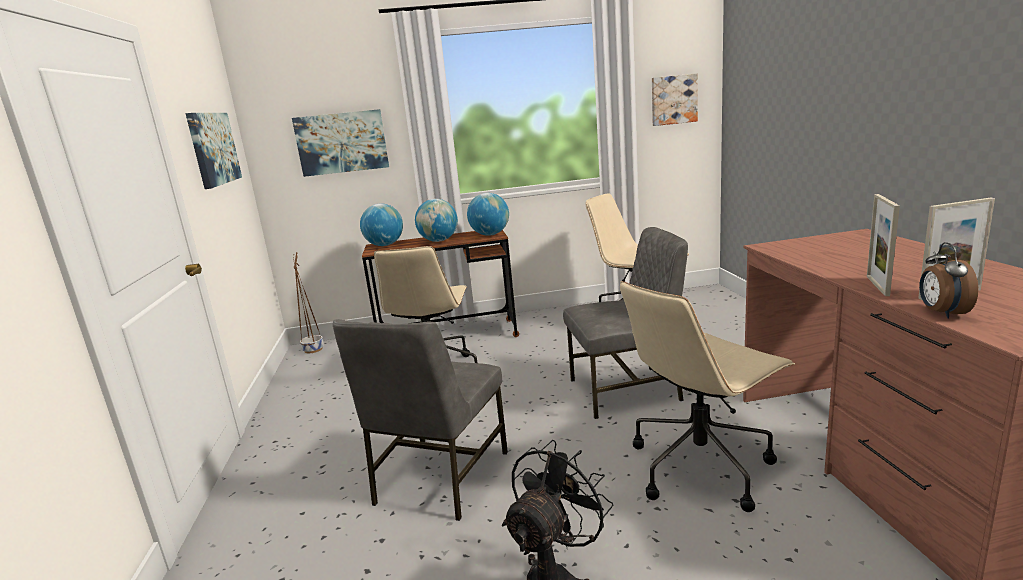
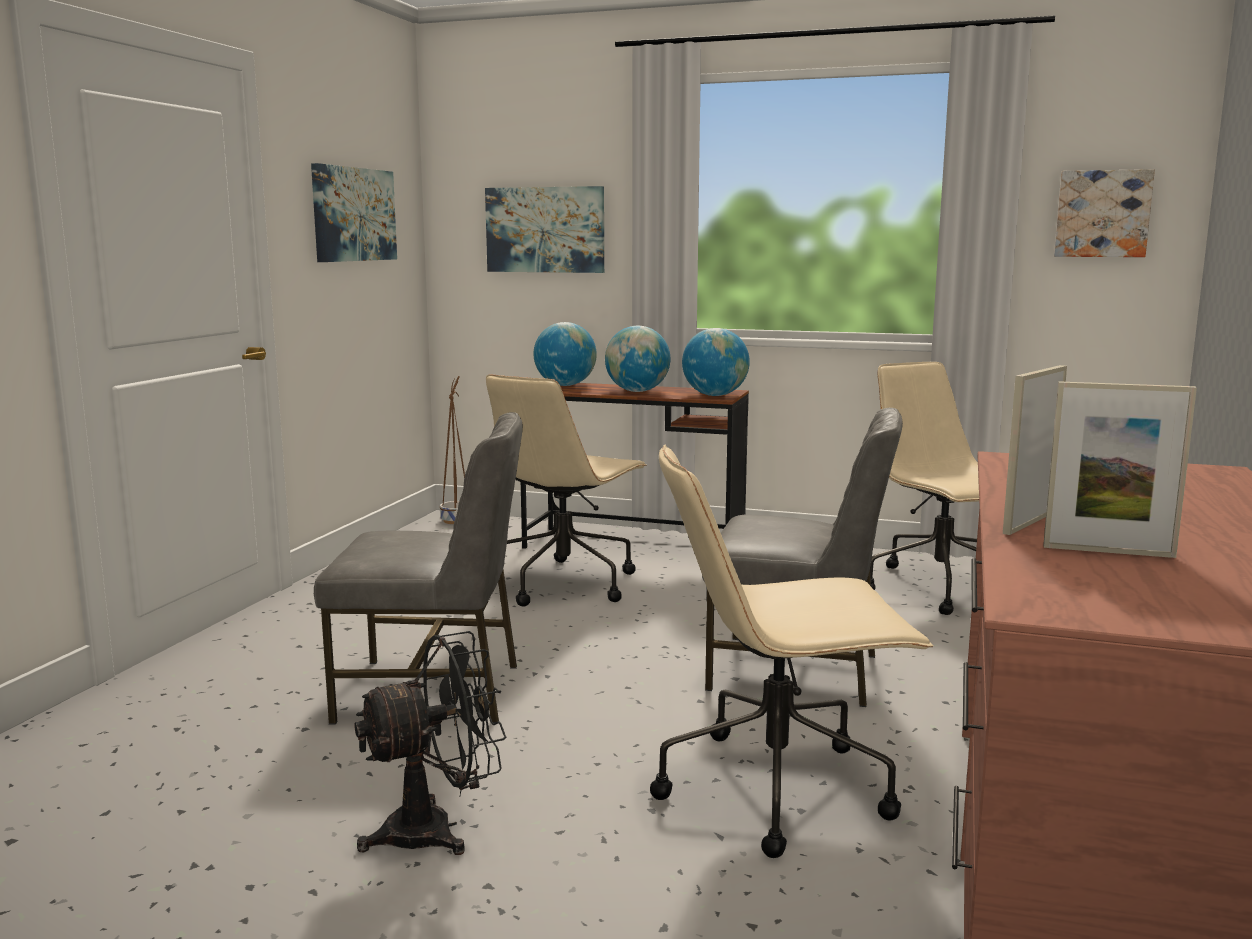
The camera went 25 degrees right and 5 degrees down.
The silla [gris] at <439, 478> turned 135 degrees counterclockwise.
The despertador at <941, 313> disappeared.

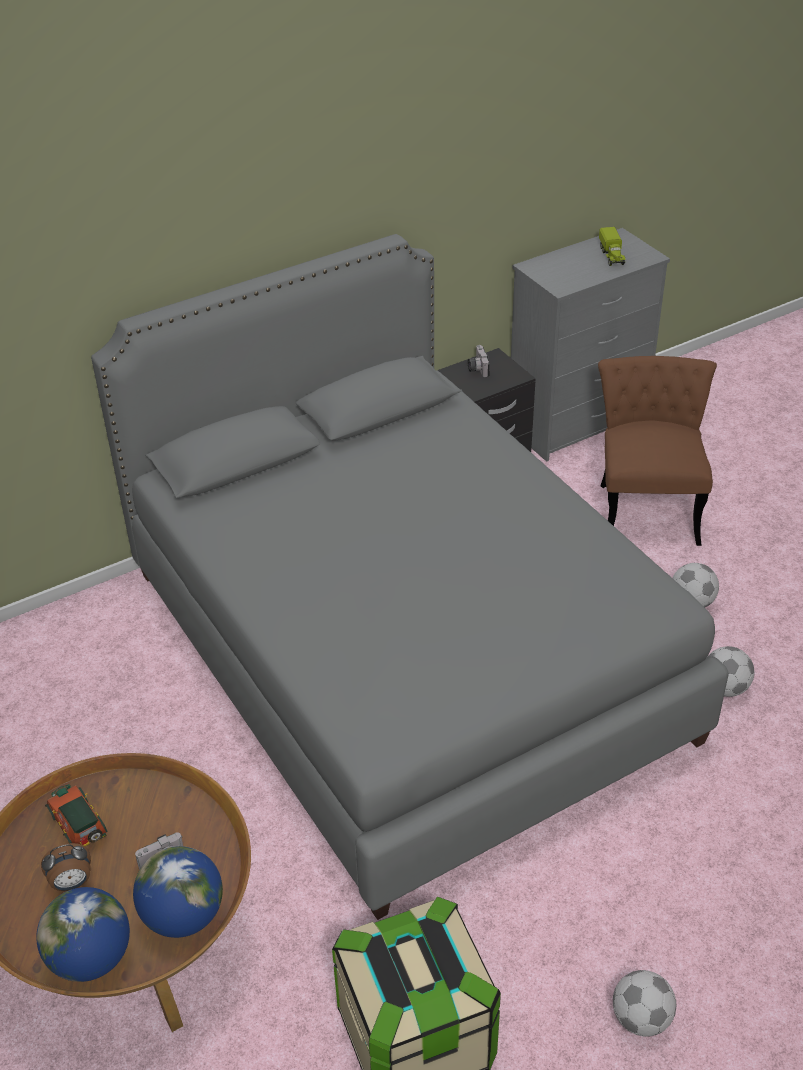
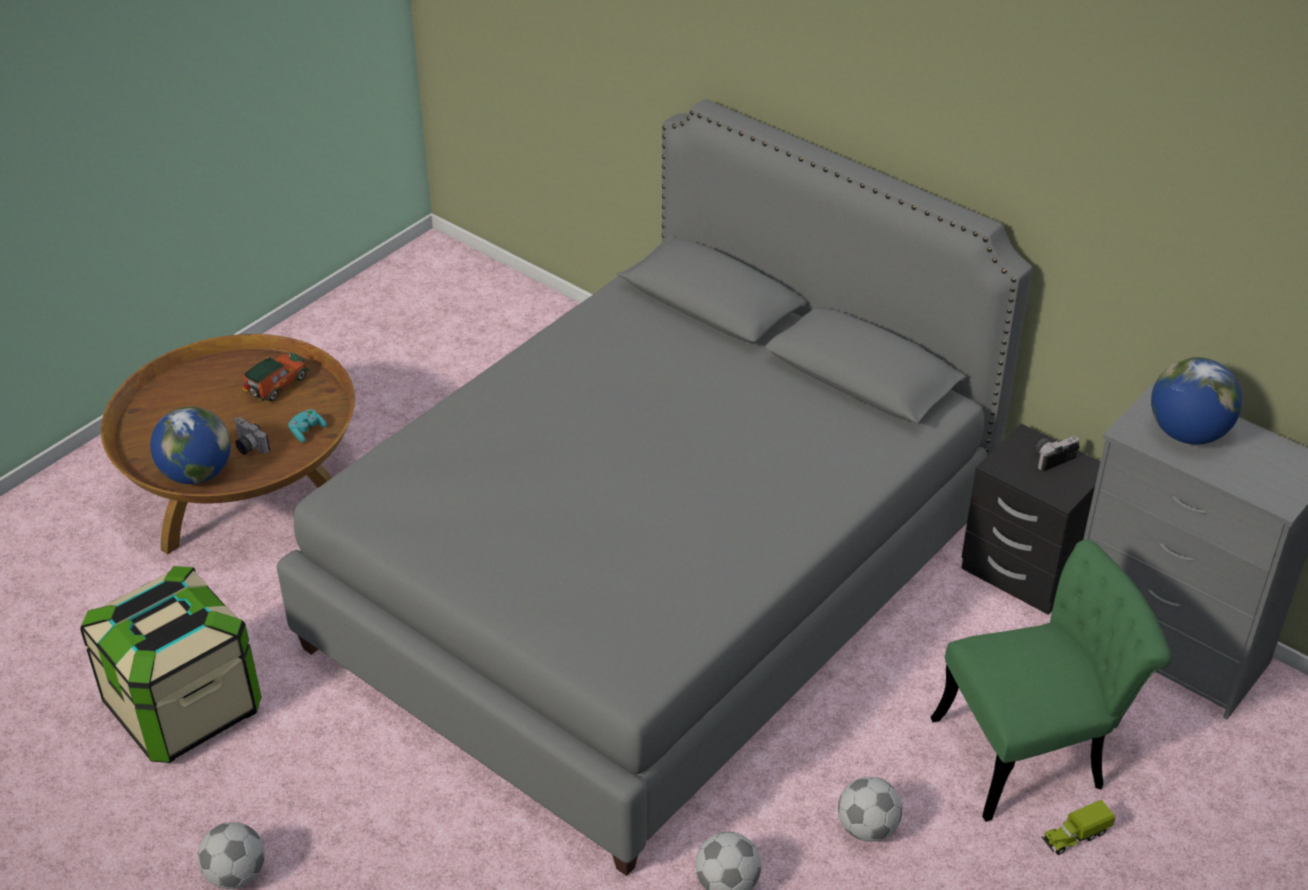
The camera went 70 degrees right and 0 degrees up.
The globo terráqueo moved from <91, 958> to <1187, 433>.
The despertador at <72, 883> disappeared.
The silla [marrón] at <646, 505> became the silla [verde] at <1035, 750>.
The camión de juguete moved from <611, 256> to <1075, 837>.
The mando de consola [turquesa] at <307, 431> appeared.

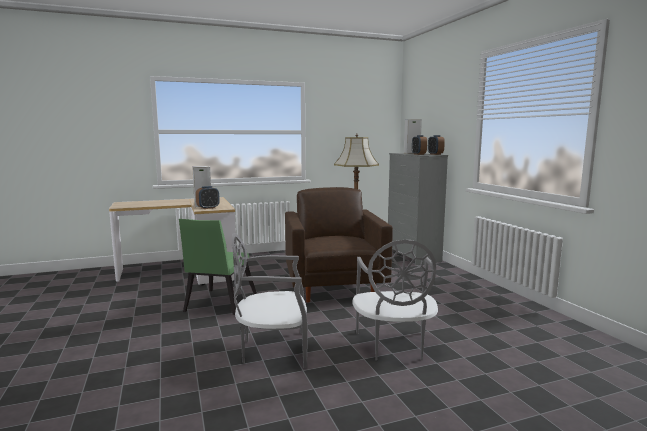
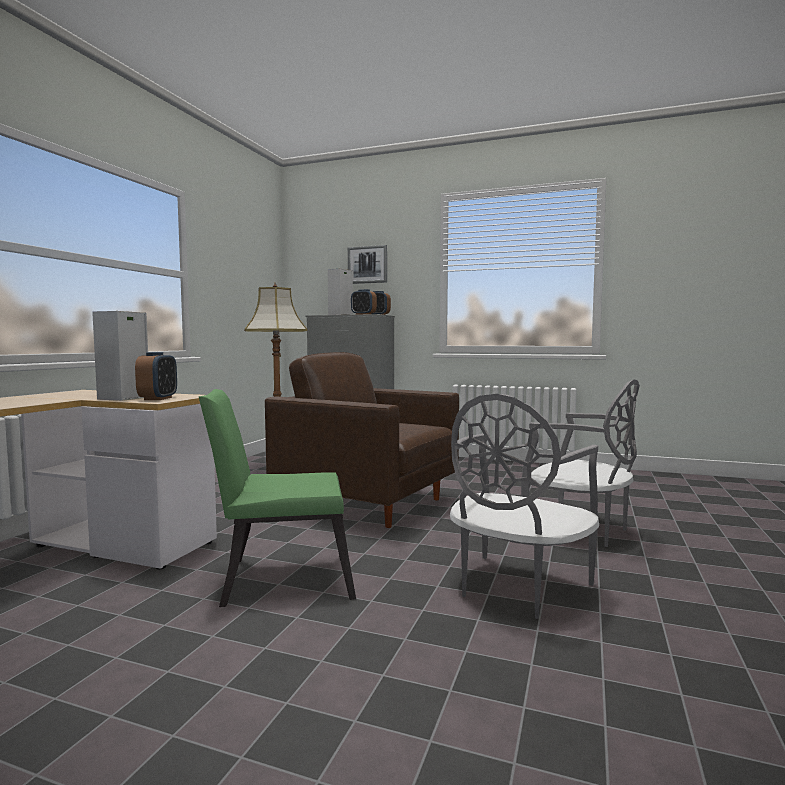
The camera went 50 degrees left and 5 degrees down.
The silla [verde] at <218, 304> turned 120 degrees clockwise.
The cuadro at <367, 265> appeared.

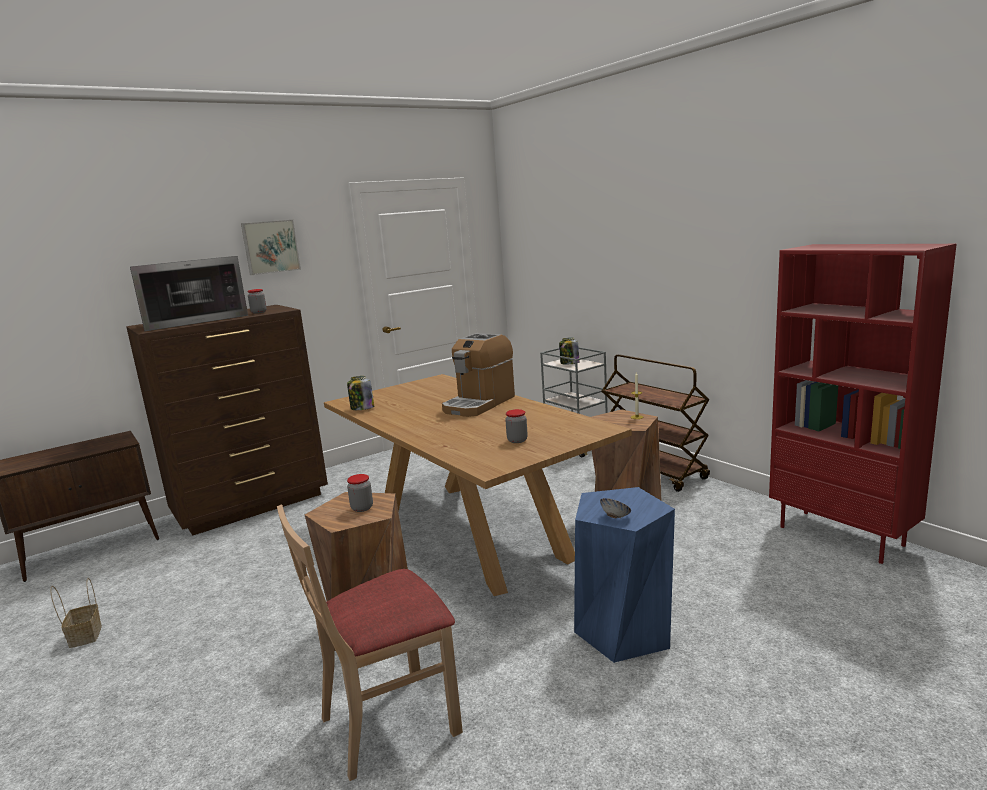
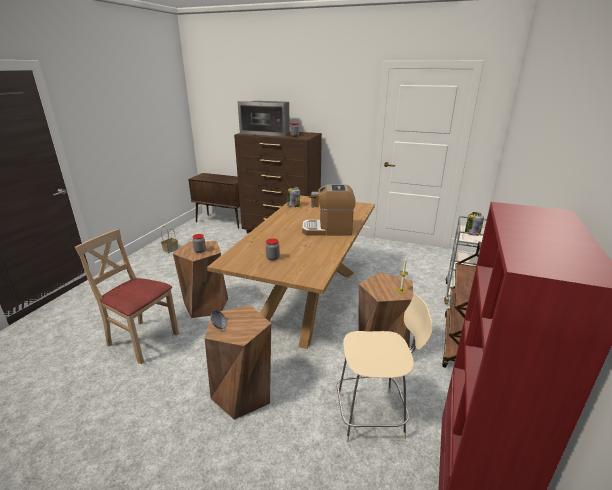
The camera went 55 degrees right and 10 degrees up.
The cuadro at <270, 247> disappeared.
The taburete [azul] at <623, 630> became the taburete [marrón] at <242, 393>.
The silla [beis] at <372, 415> appeared.

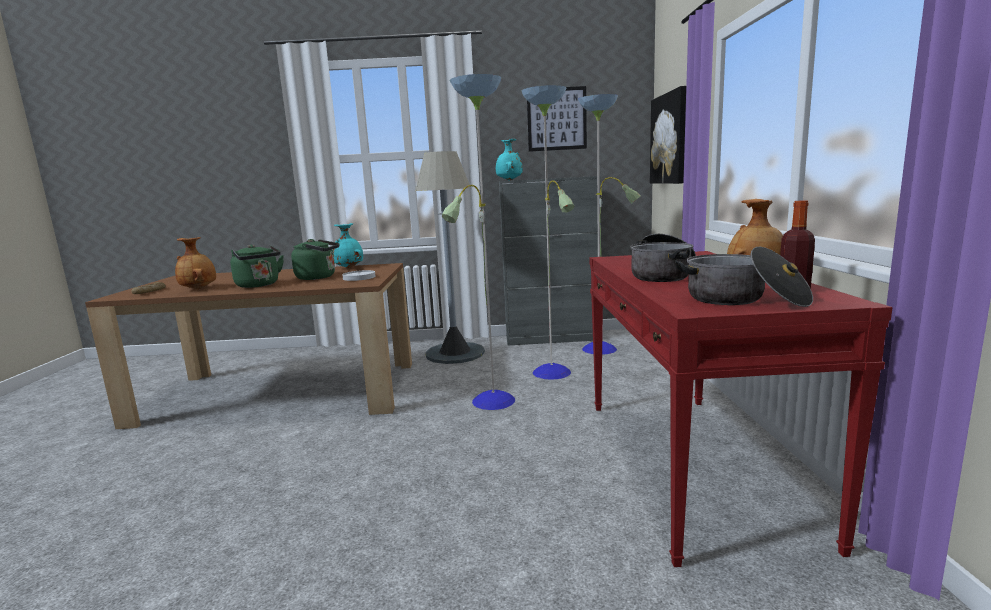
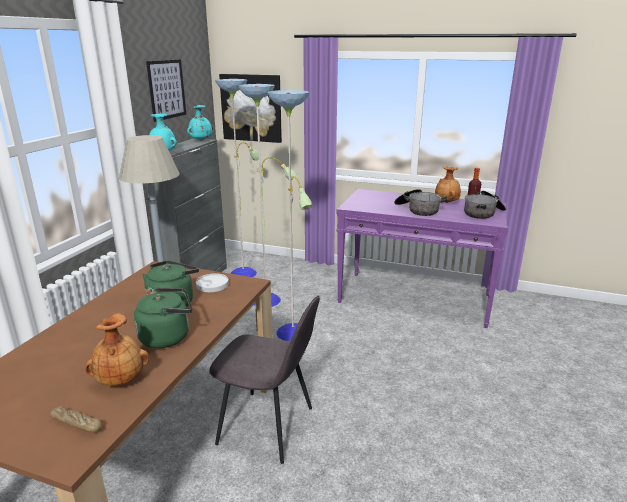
The camera went 70 degrees left and 10 degrees up.
The florero [turquesa] moved from <349, 268> to <200, 140>.
The mesa consola [rojo] at <691, 464> became the mesa consola [morado] at <415, 298>.
The silla [gris] at <268, 426> appeared.

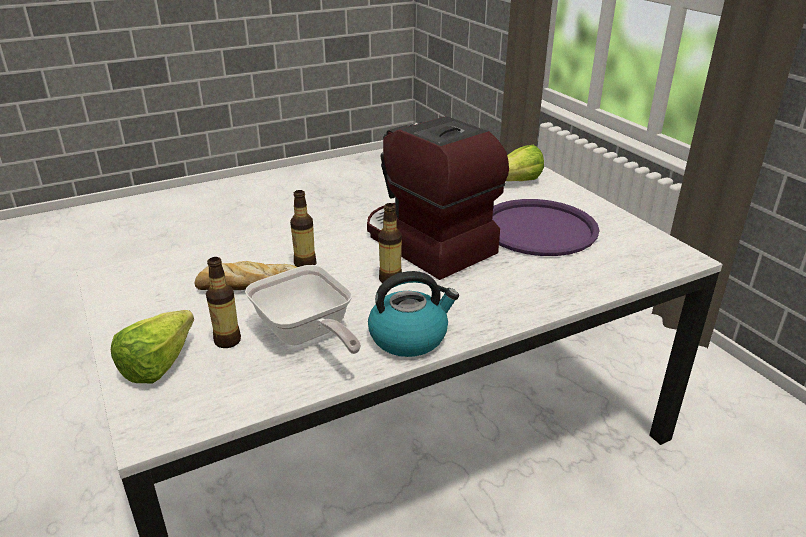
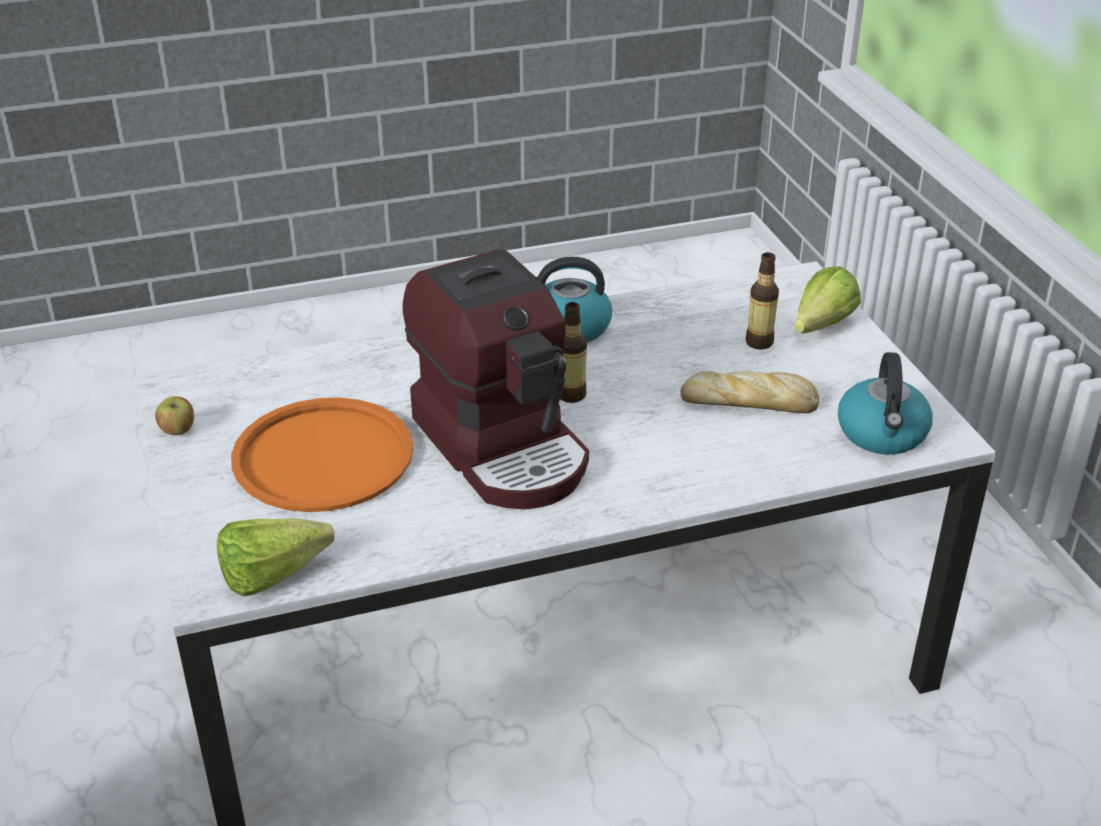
The camera went 170 degrees left and 5 degrees up.
The sartén at <306, 335> disappeared.
The botella at <305, 264> disappeared.
The bandeja [morado] at <538, 229> became the bandeja [naranja] at <323, 456>.
The manzana at <178, 430> appeared.
The hervidor at <882, 434> appeared.

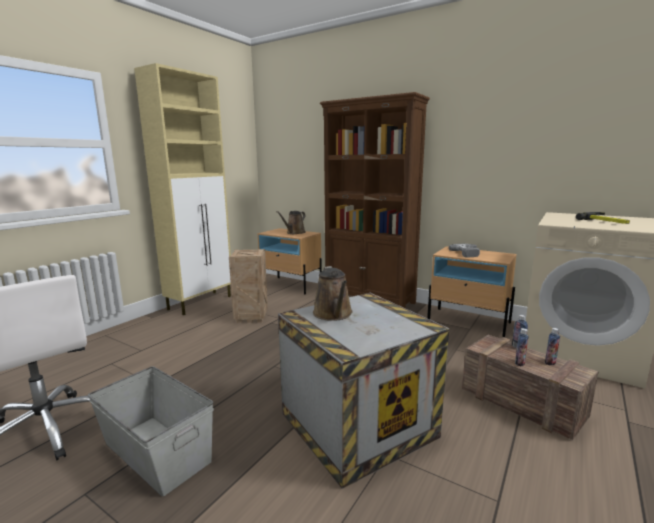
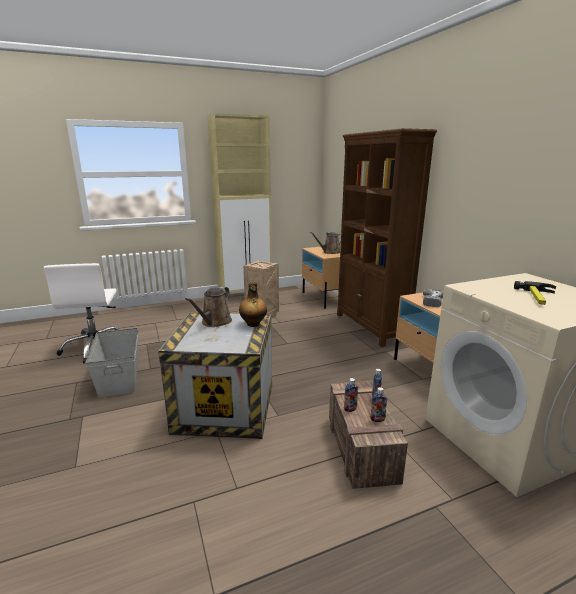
The camera went 35 degrees right and 5 degrees up.
The botella at <253, 324> appeared.

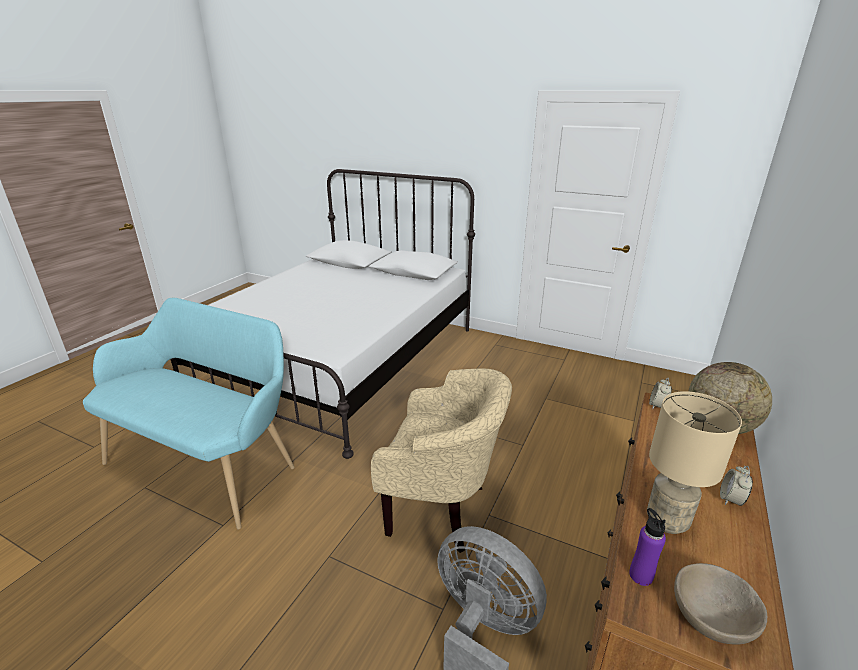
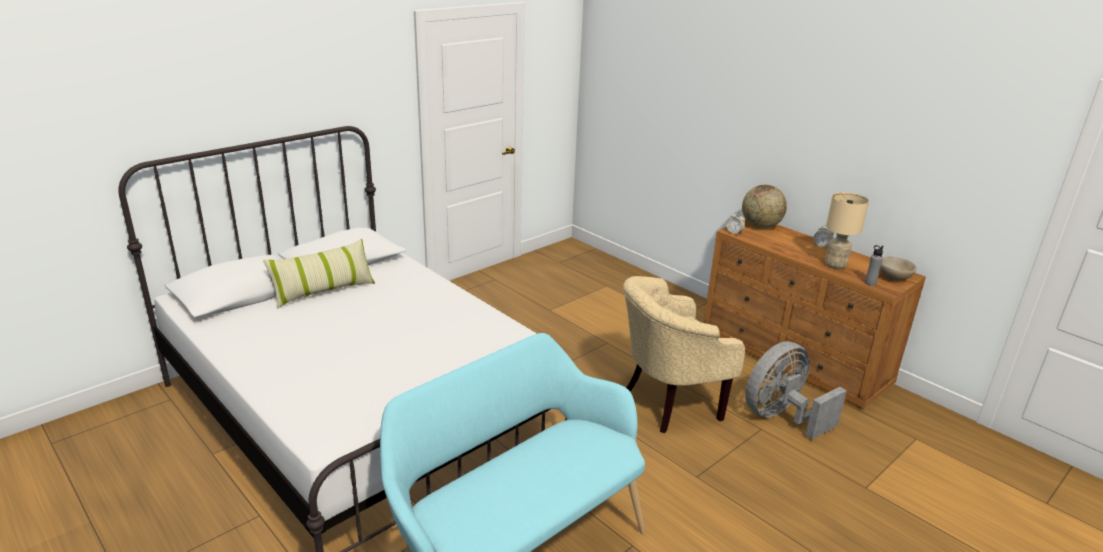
The camera went 70 degrees left and 0 degrees up.
The sillón [beis] at <443, 510> turned 150 degrees counterclockwise.
The botella [morado] at <640, 575> became the botella [gris] at <870, 283>.
The cojín at <323, 291> appeared.

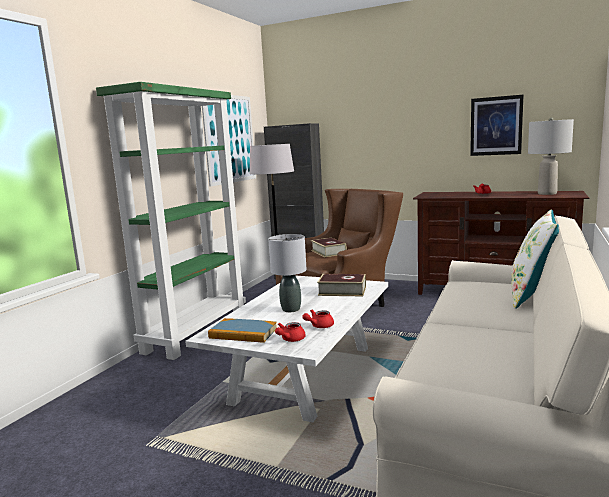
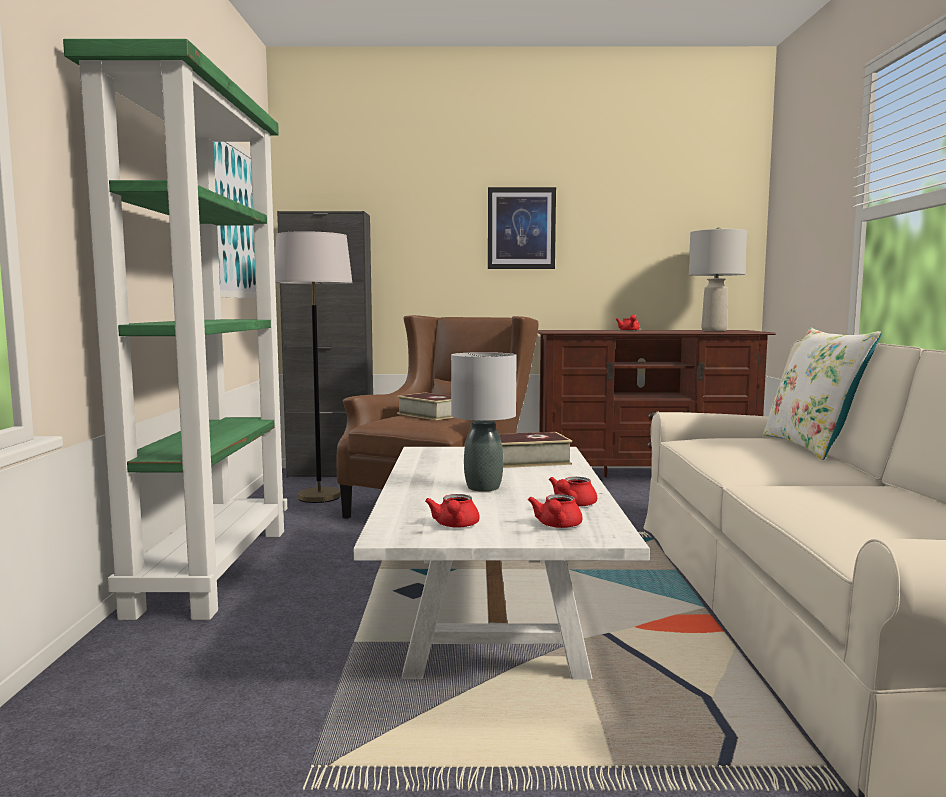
The camera went 25 degrees left and 5 degrees down.
The libro at <243, 333> was replaced by the tetera [rojo] at <455, 525>.
The cuadro moved from <496, 126> to <521, 228>.

